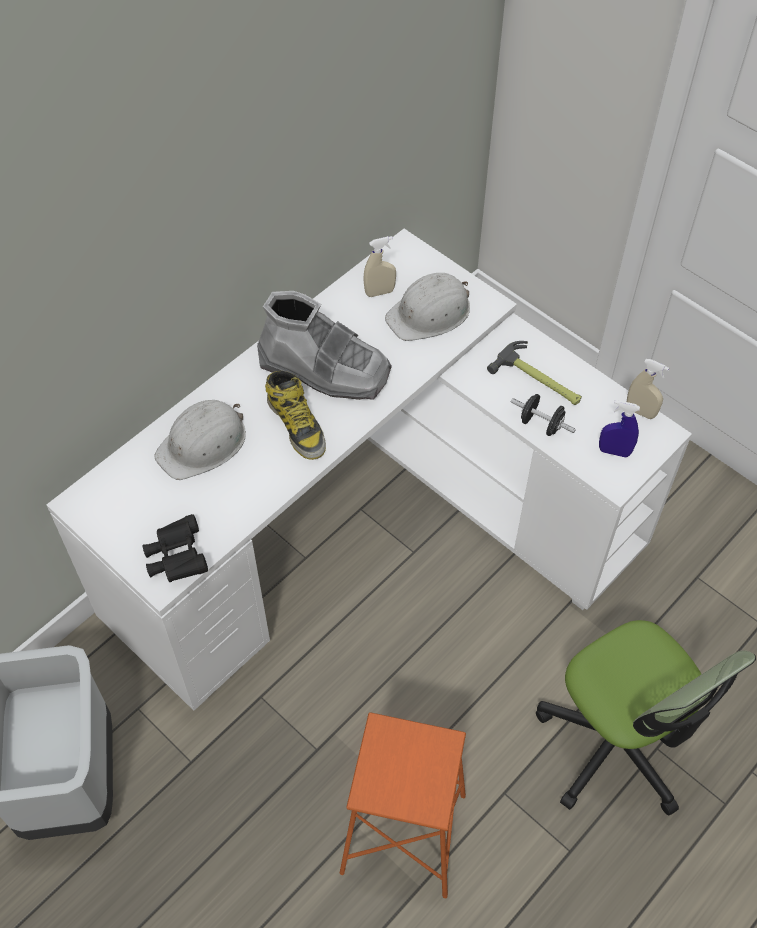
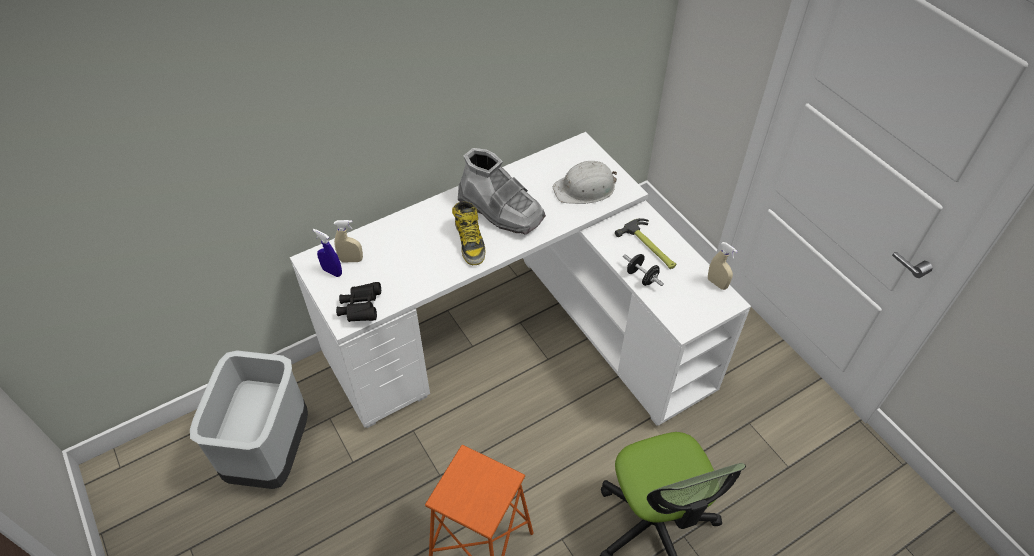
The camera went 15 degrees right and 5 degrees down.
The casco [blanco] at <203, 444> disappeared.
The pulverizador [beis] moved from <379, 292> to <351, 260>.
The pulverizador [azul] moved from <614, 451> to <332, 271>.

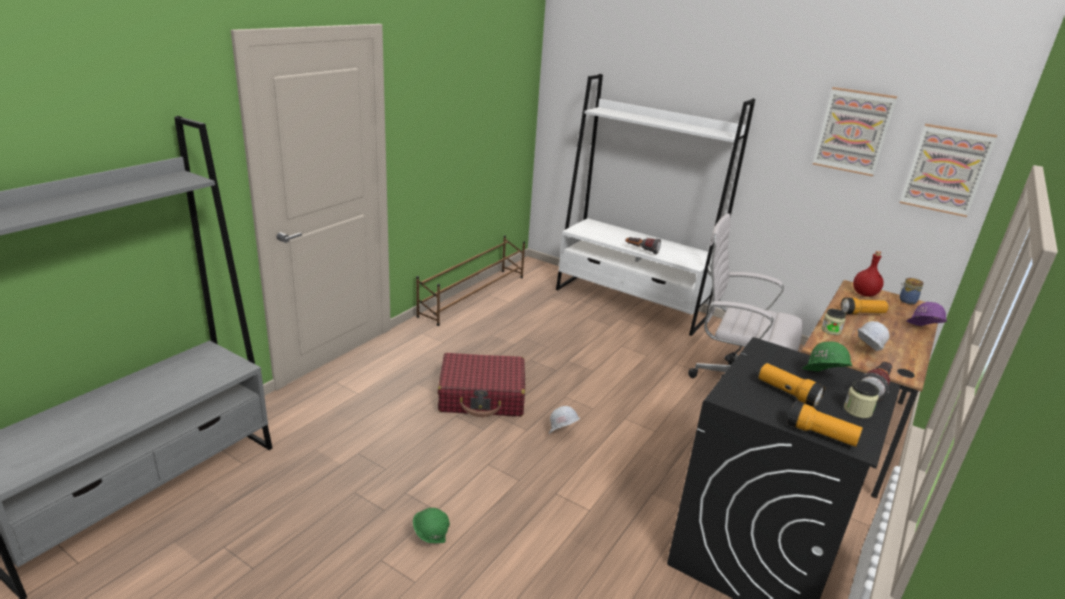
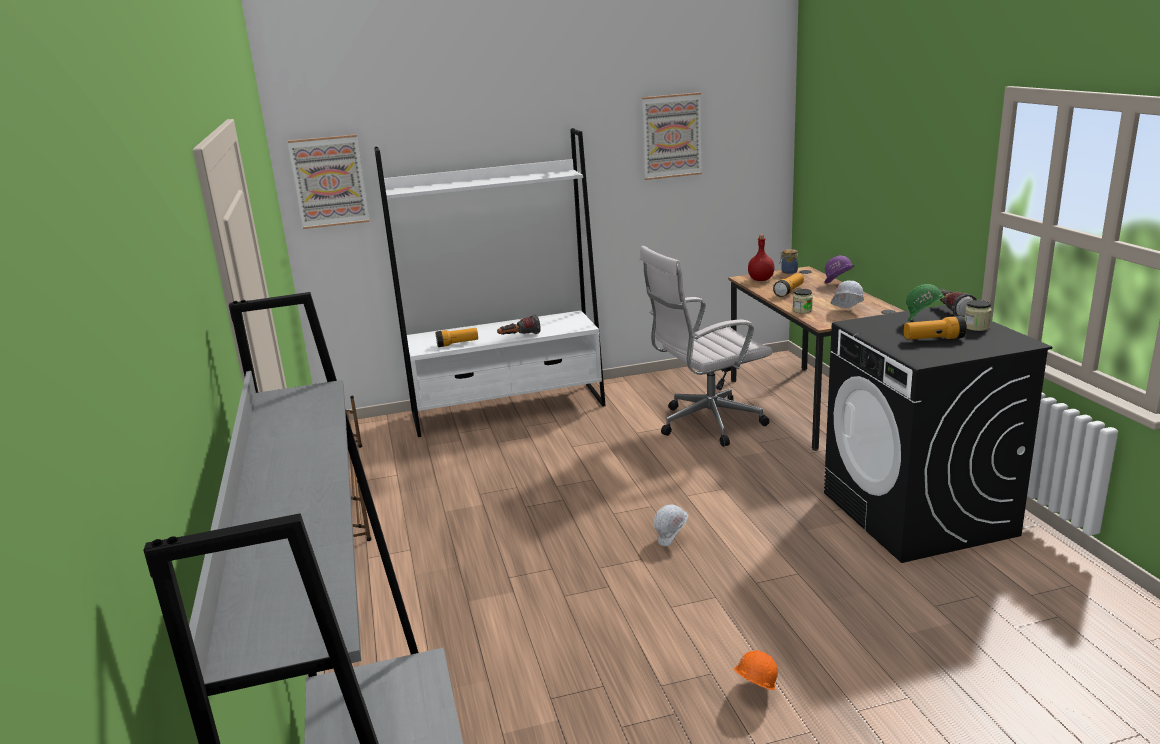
The camera went 45 degrees left and 5 degrees down.
The casco [verde] at <431, 539> became the casco [naranja] at <753, 694>.
The maleta [rojo] at <482, 396> disappeared.
The linterna moved from <820, 434> to <457, 344>.
The cuadro moved from <946, 170> to <329, 181>.

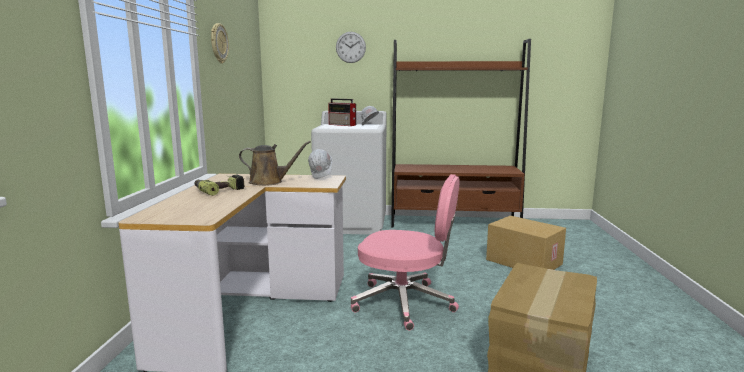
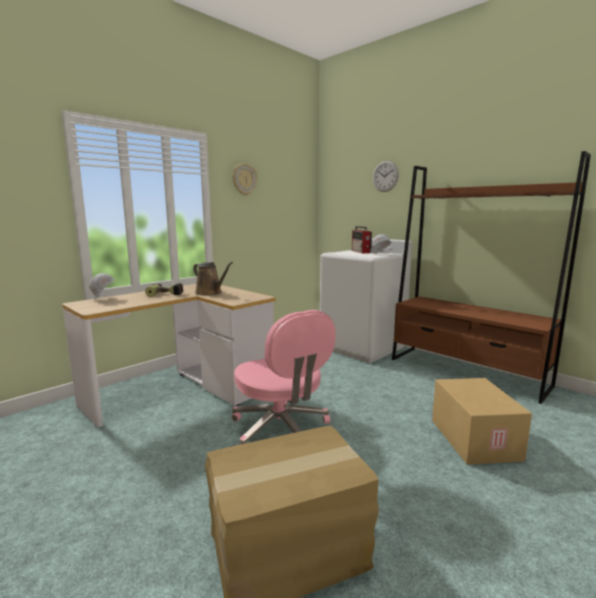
The camera went 40 degrees right and 0 degrees up.
The casco [blanco] moved from <321, 177> to <104, 299>.

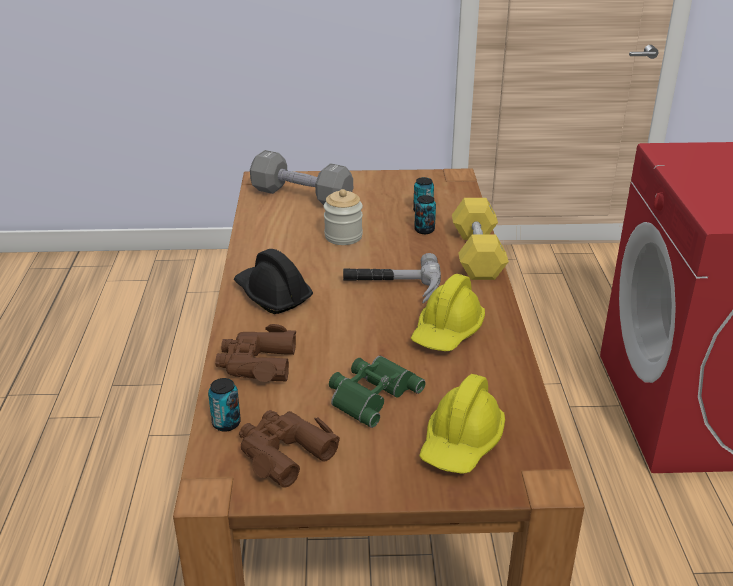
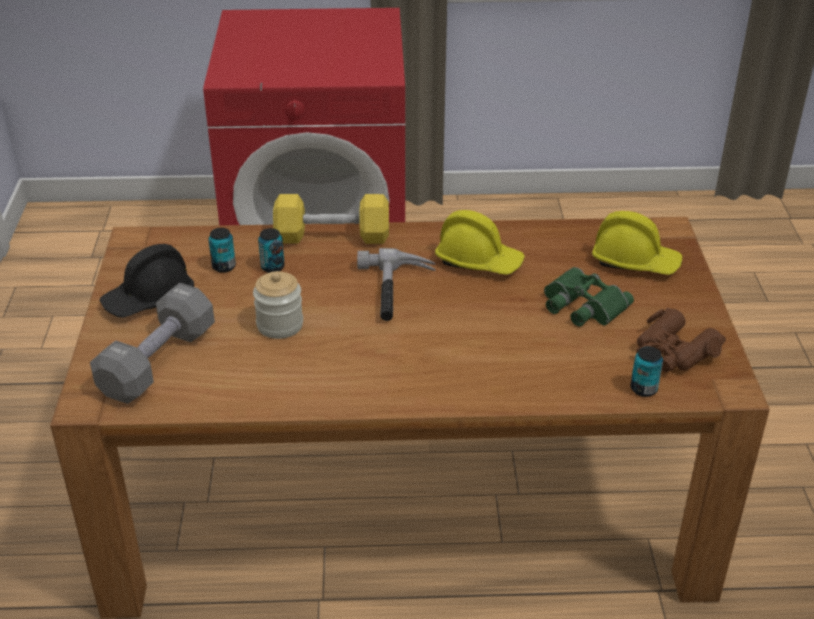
The camera went 90 degrees left and 5 degrees up.
The prismáticos [marrón] at <257, 364> disappeared.
The casco [negro] moved from <272, 295> to <149, 299>.

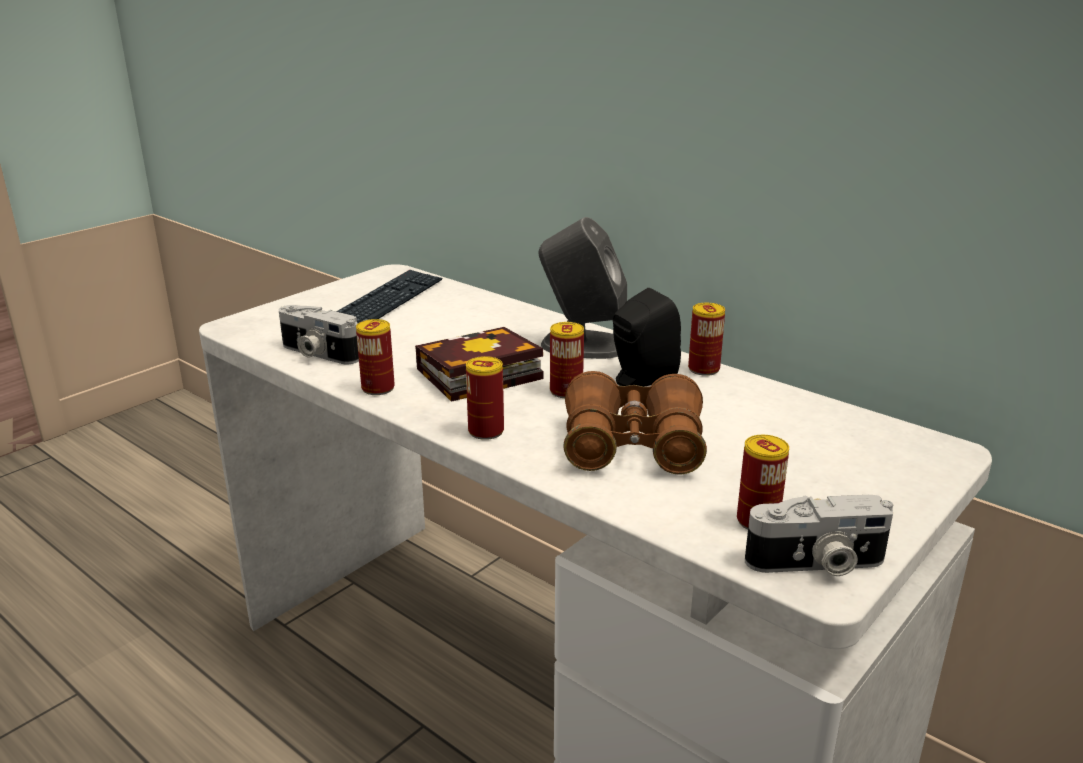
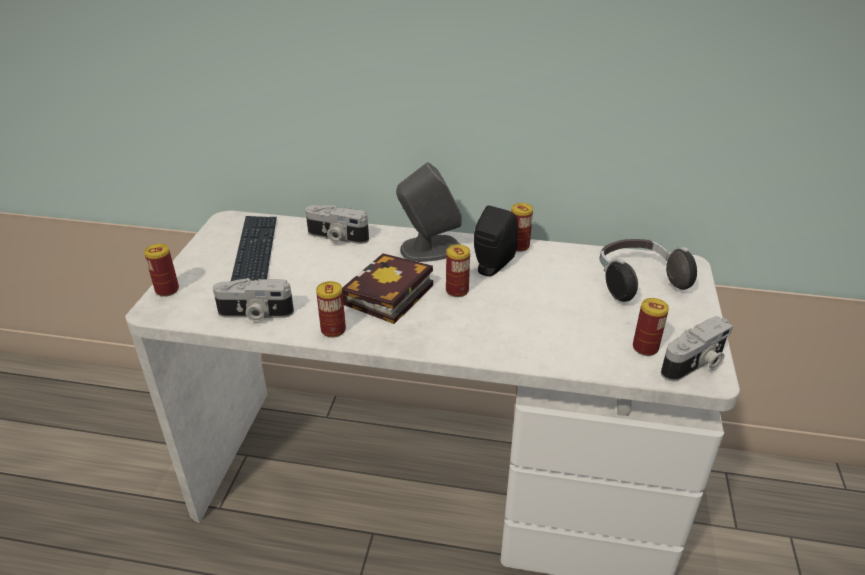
The camera went 30 degrees left and 10 degrees up.
The lata moved from <486, 431> to <167, 290>.
The prismáticos [marrón] at <632, 446> disappeared.
The cámara at <336, 237> appeared.
The auriculares at <637, 282> appeared.

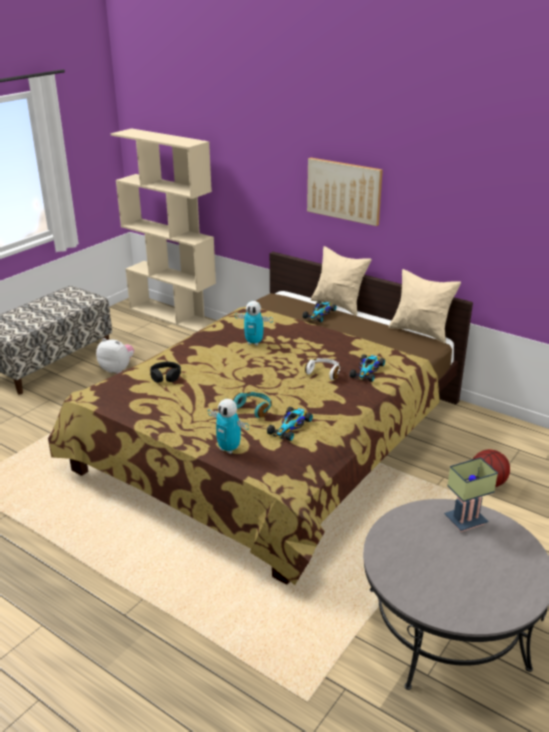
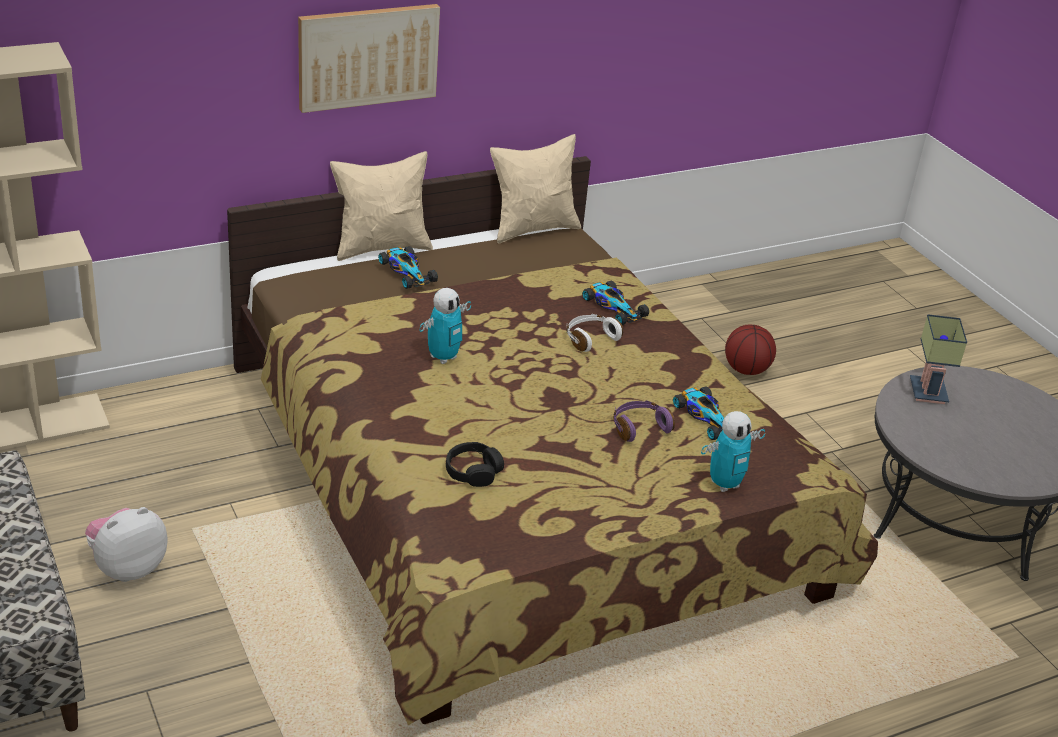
The camera went 65 degrees left and 5 degrees up.
The auriculares [turquesa] at <254, 408> became the auriculares [morado] at <639, 427>.

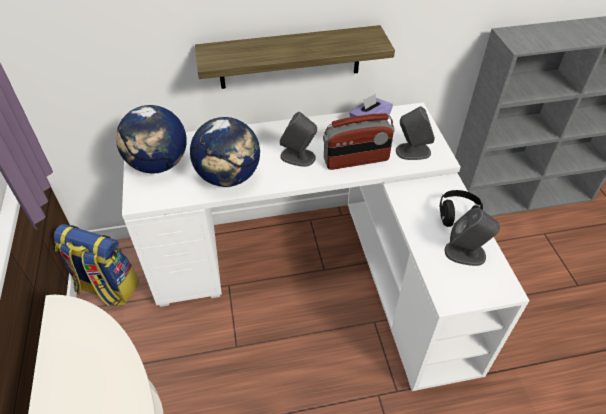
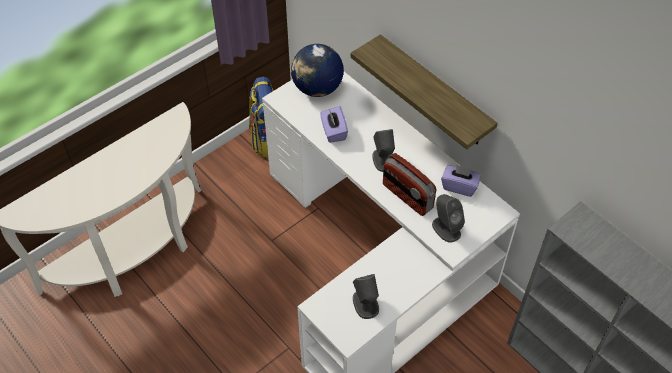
The camera went 60 degrees right and 5 degrees up.
The globo terráqueo at <229, 177> was replaced by the caja de pañuelos [morado] at <333, 132>.
The auriculares [negro] at <457, 217> disappeared.

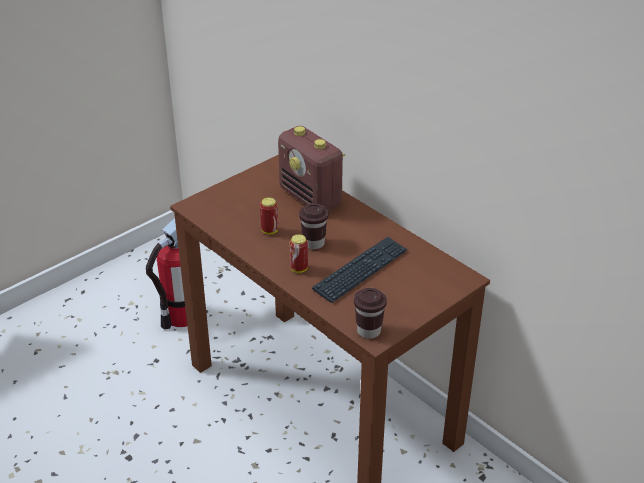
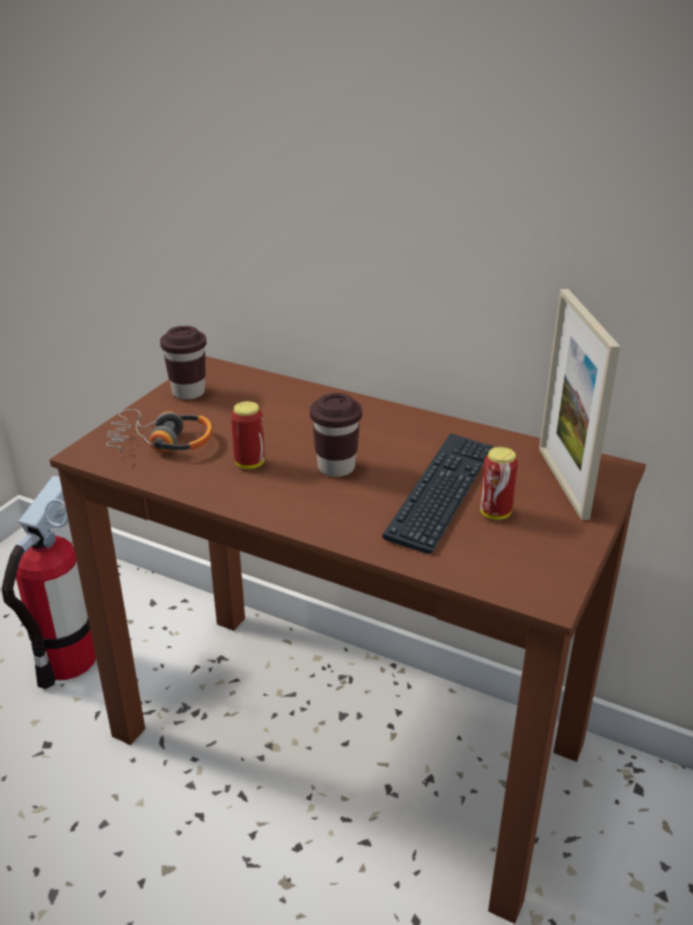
The camera went 20 degrees left and 5 degrees down.
The radio at <311, 198> disappeared.
The lata moved from <299, 269> to <495, 513>.
The taza [marrón] moved from <368, 331> to <188, 392>.
The auriculares at <160, 443> appeared.
The portarretratos at <562, 482> appeared.

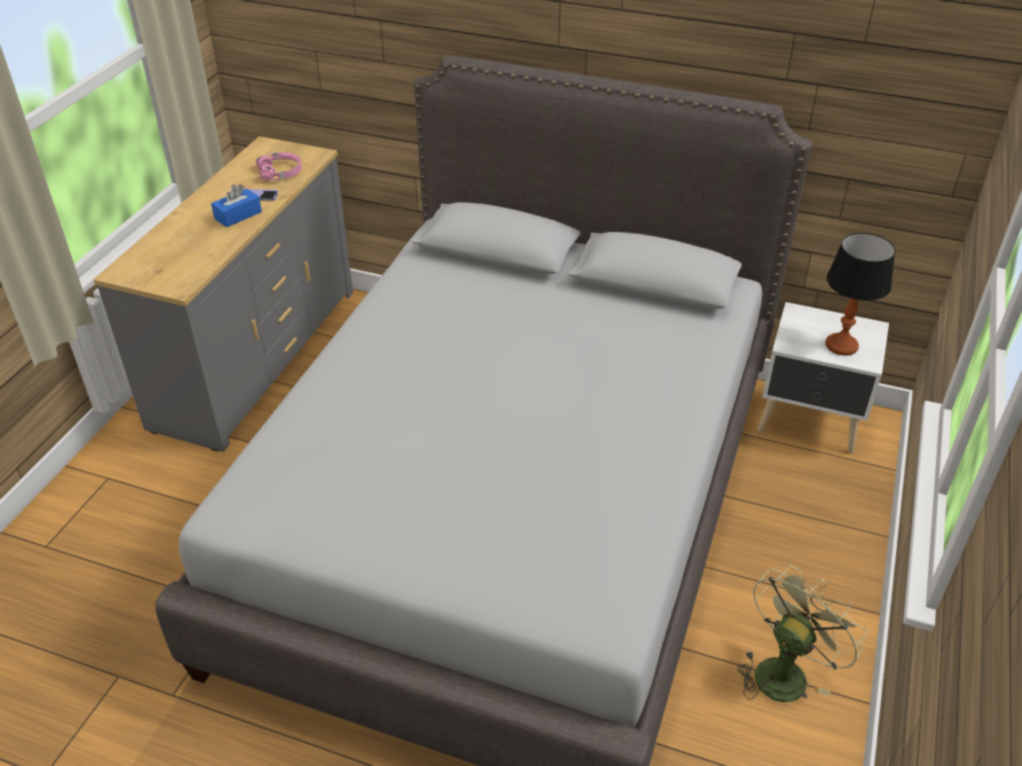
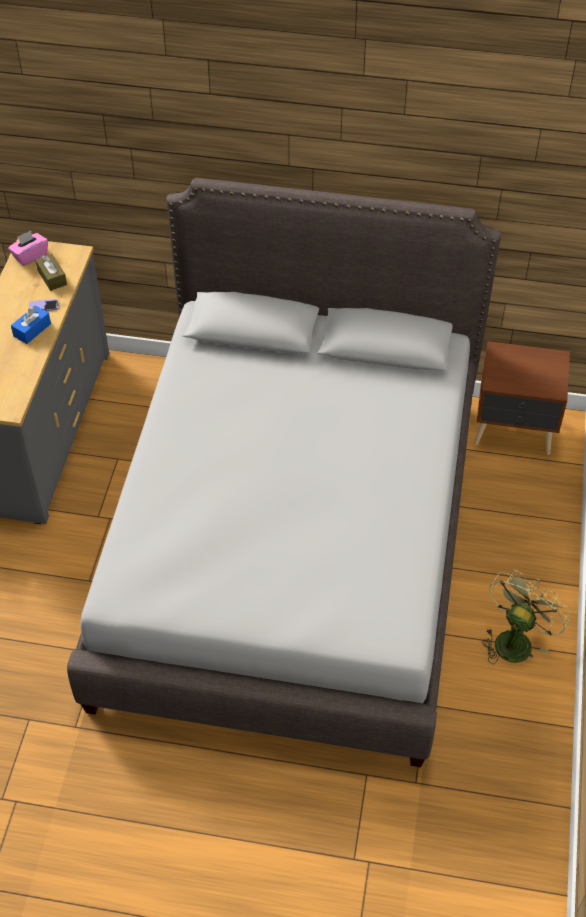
The camera went 10 degrees left and 10 degrees up.
The auriculares [rosa] at <281, 172> was replaced by the caja de pañuelos [marrón] at <52, 277>.
The mesita de noche [blanco] at <810, 422> became the mesita de noche [marrón] at <514, 431>.
The lámpara de mesa at <841, 346> disappeared.
The caja de pañuelos [rosa] at <30, 256> appeared.

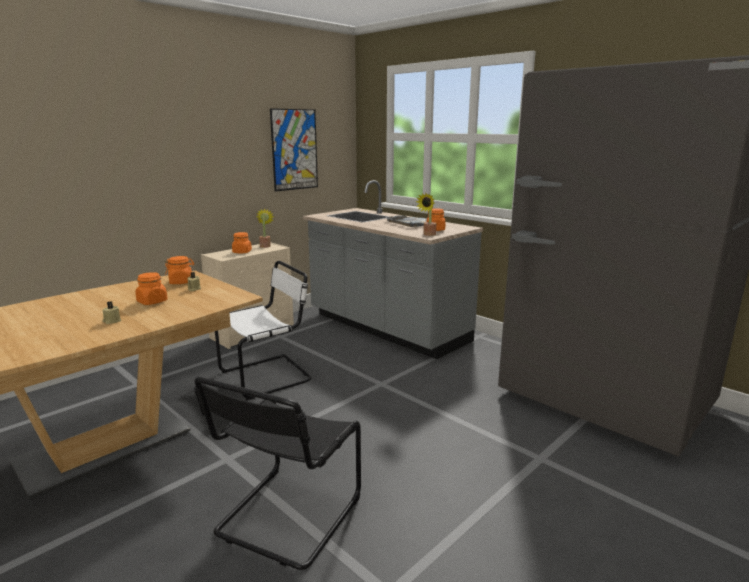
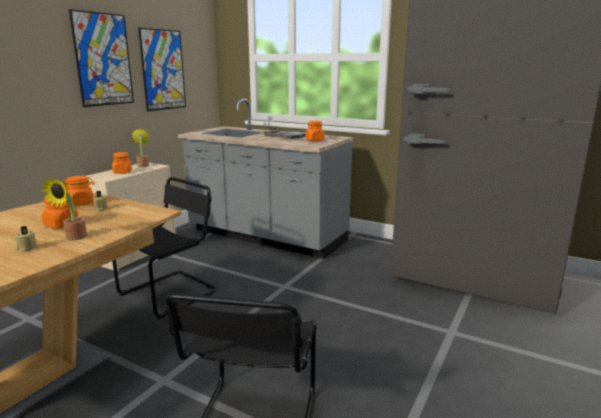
The camera went 15 degrees left and 0 degrees up.
The silla [blanco] at <269, 376> became the silla [negro] at <171, 292>.
The planta en maceta moved from <428, 234> to <73, 238>.
The cuadro at <103, 60> appeared.

